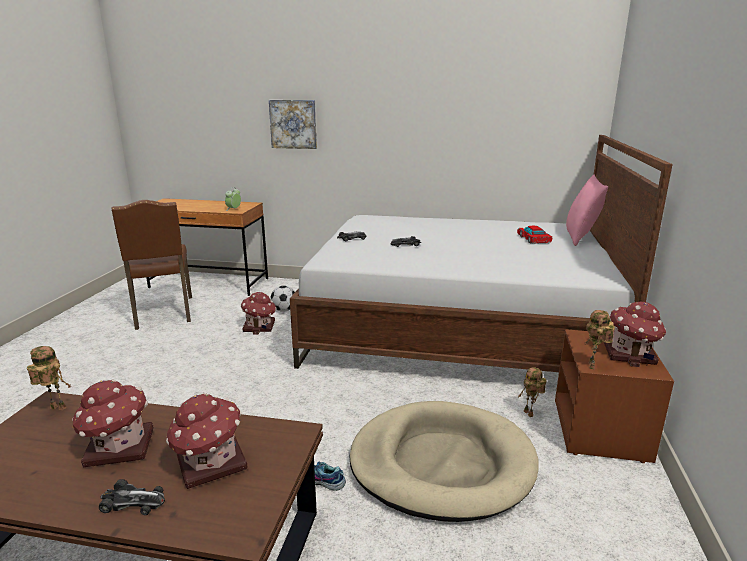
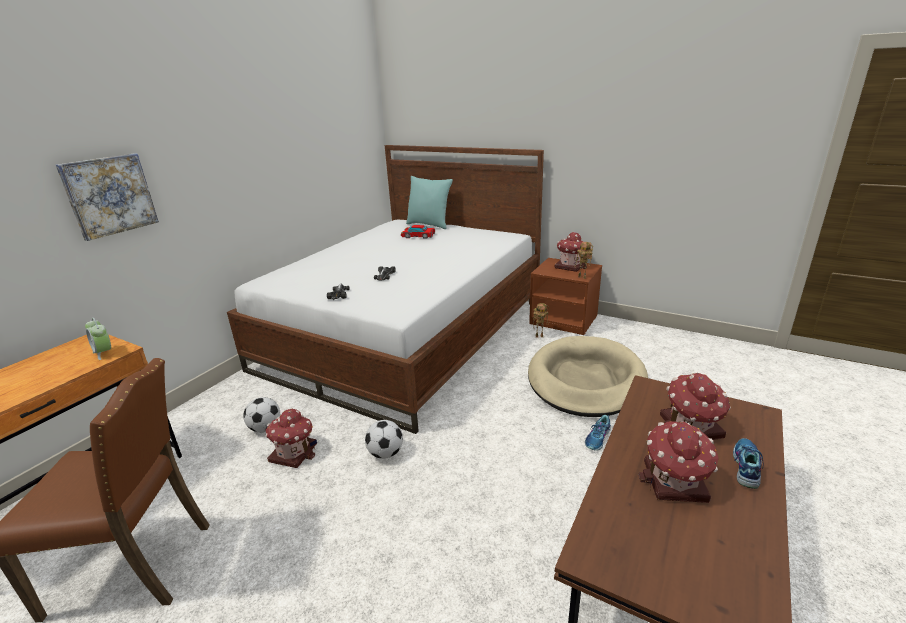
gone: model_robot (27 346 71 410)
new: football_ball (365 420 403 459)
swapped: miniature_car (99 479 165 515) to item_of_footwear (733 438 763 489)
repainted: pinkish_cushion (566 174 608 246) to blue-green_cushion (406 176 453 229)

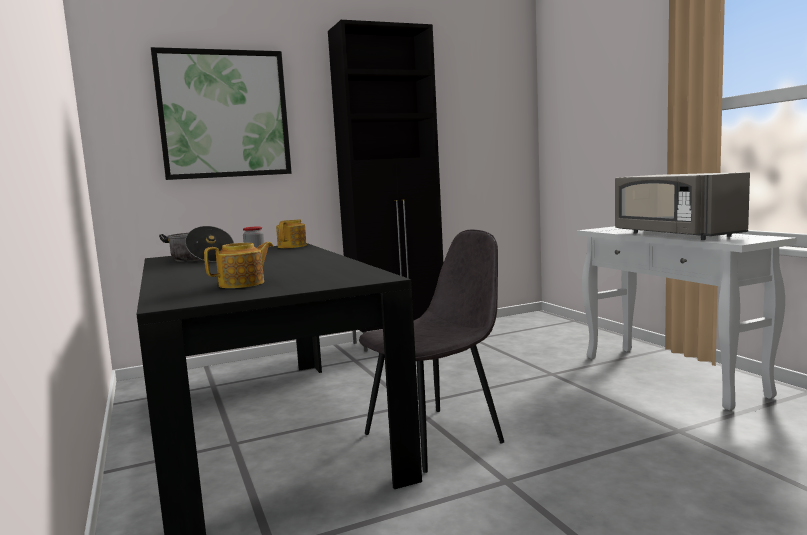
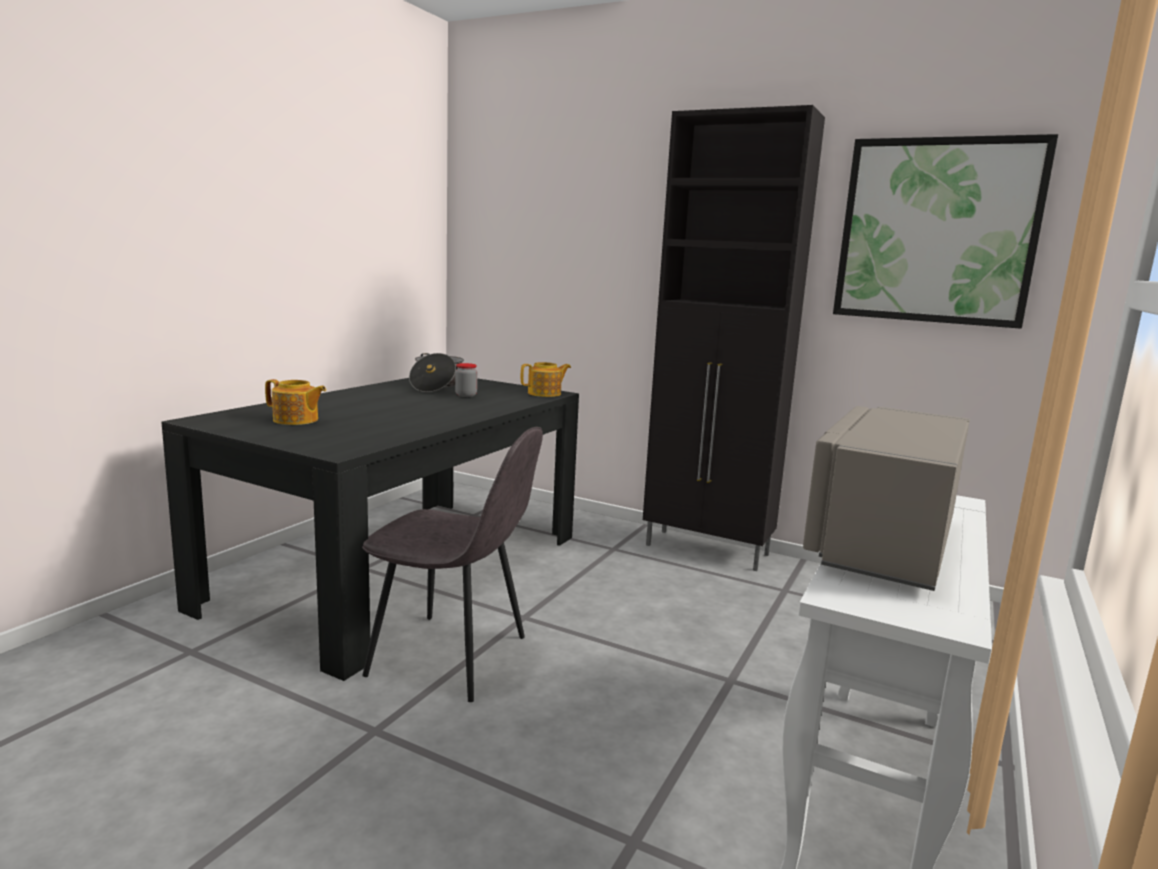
shifted: picture (151 47 292 180) to (833 134 1058 329)

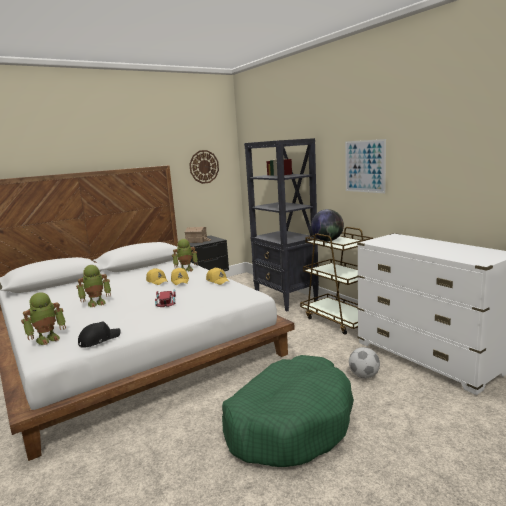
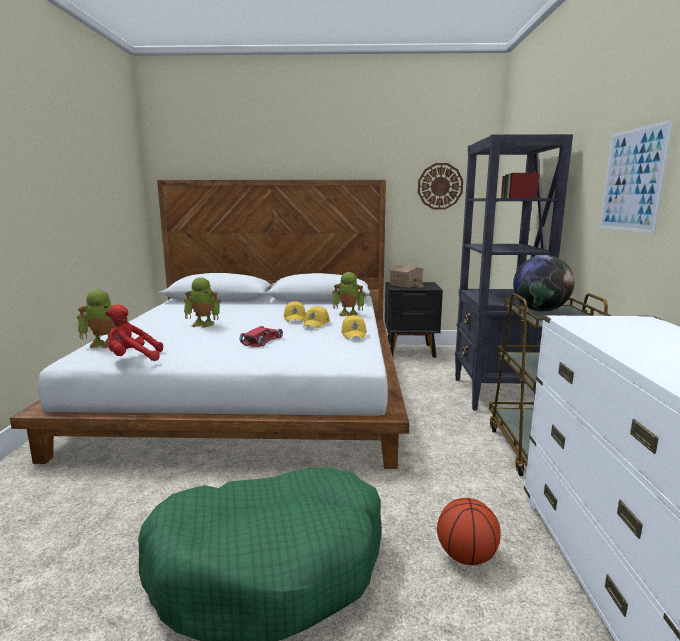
swapped: black-coloured_baseball_cap (78 322 121 348) to red_plush_toy (105 304 163 361); football_ball (349 347 380 378) to ball_for_basketball (437 498 501 565)

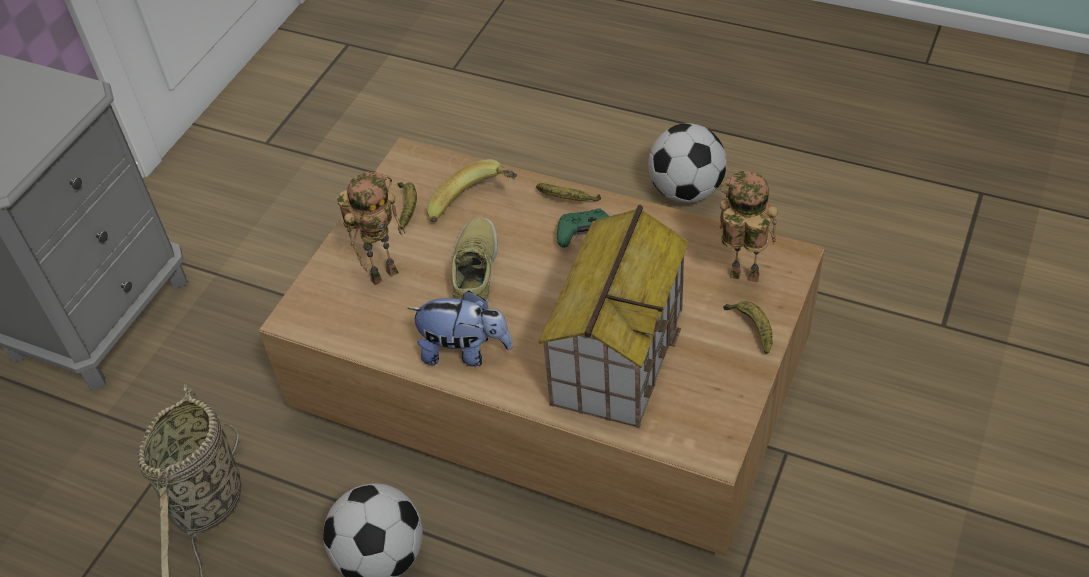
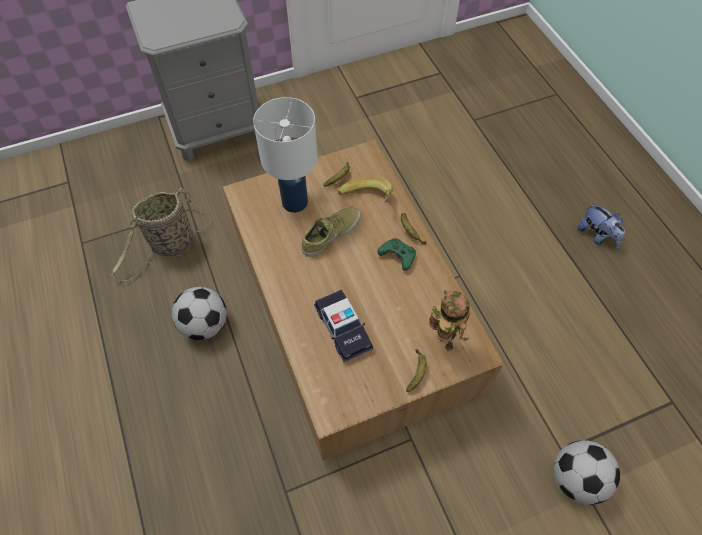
shifted: plush_toy (407 291 513 367) to (577 203 625 248); football_ball (648 123 727 203) to (554 440 620 505)
swapped: model_robot (337 171 406 285) to white_tabletop_lamp (253 97 318 213); miniature_house (539 205 689 428) to miniature_car (314 290 373 362)

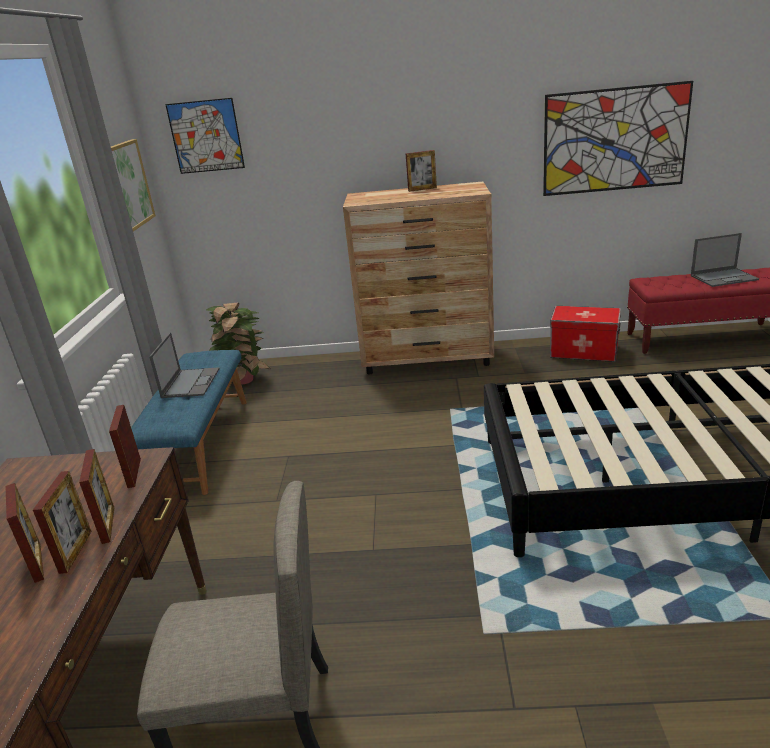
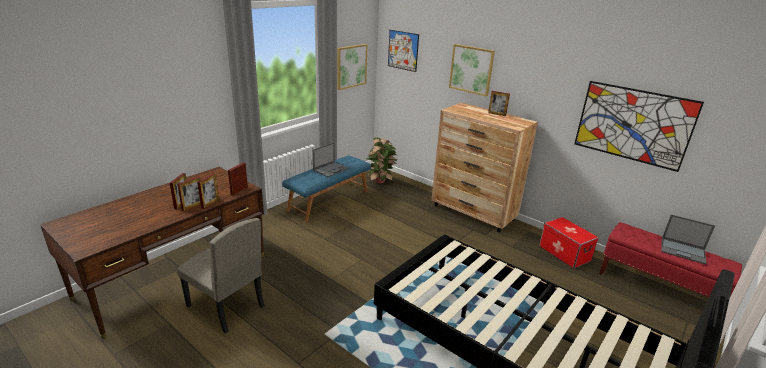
new: picture (449 44 495 96)

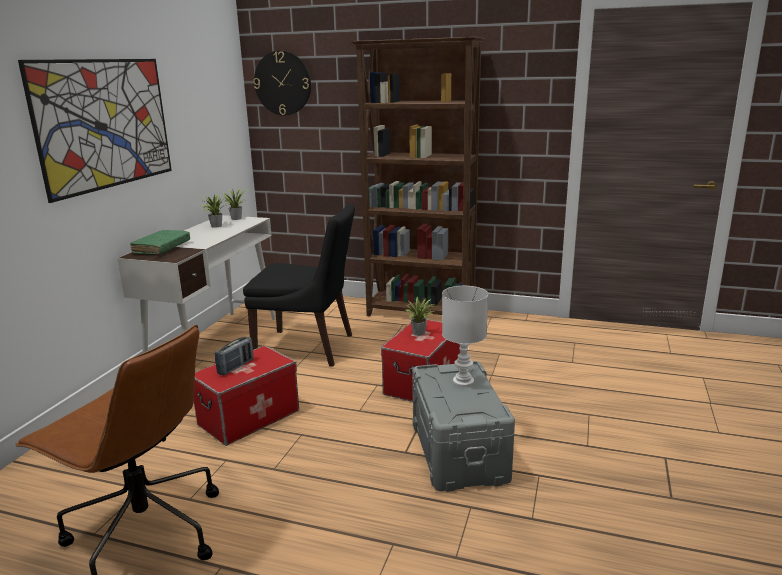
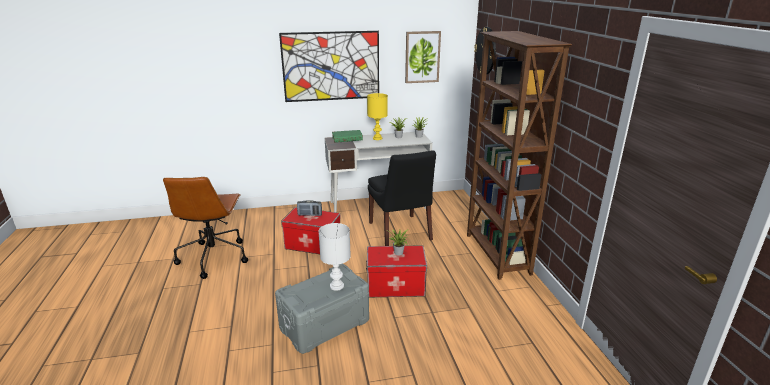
new: yellow_tabletop_lamp (367 93 388 140); picture (405 31 441 83)

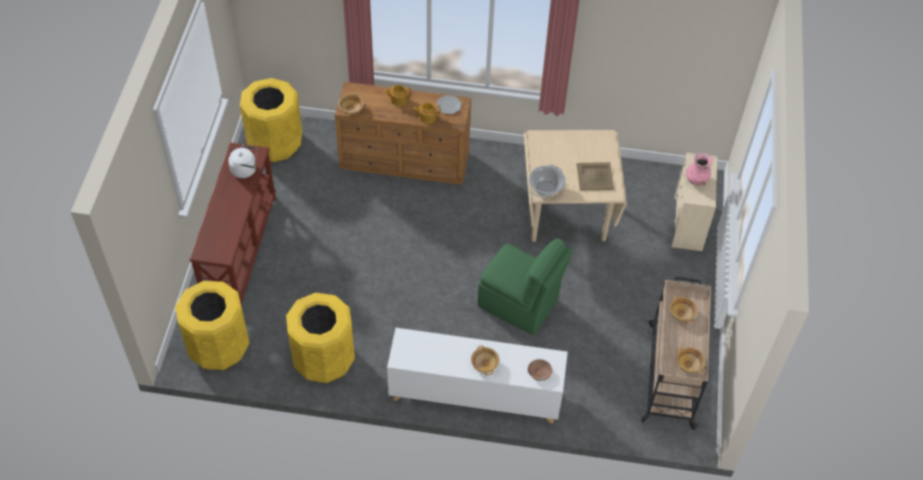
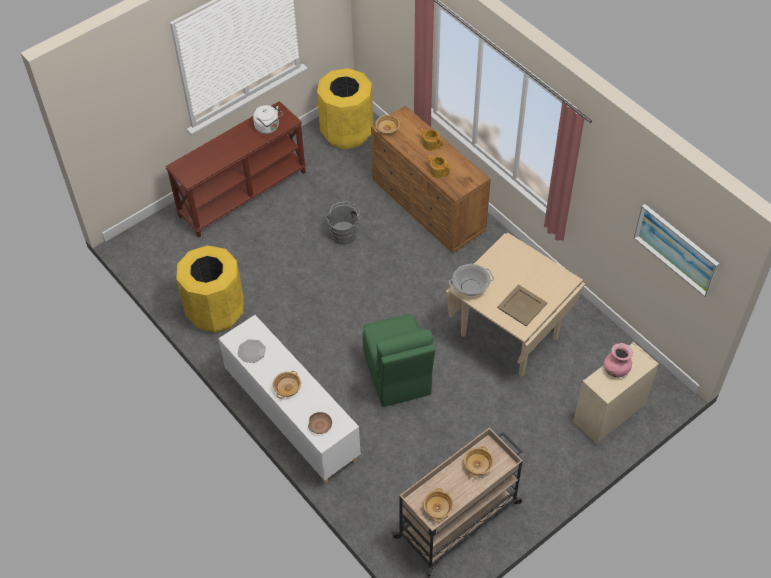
gone: yellow_trash_can (175 281 250 370)
new: grey_pail (326 202 361 245); picture (634 204 719 297)
shifted: flat_dish (437 95 462 114) to (237 339 266 363)

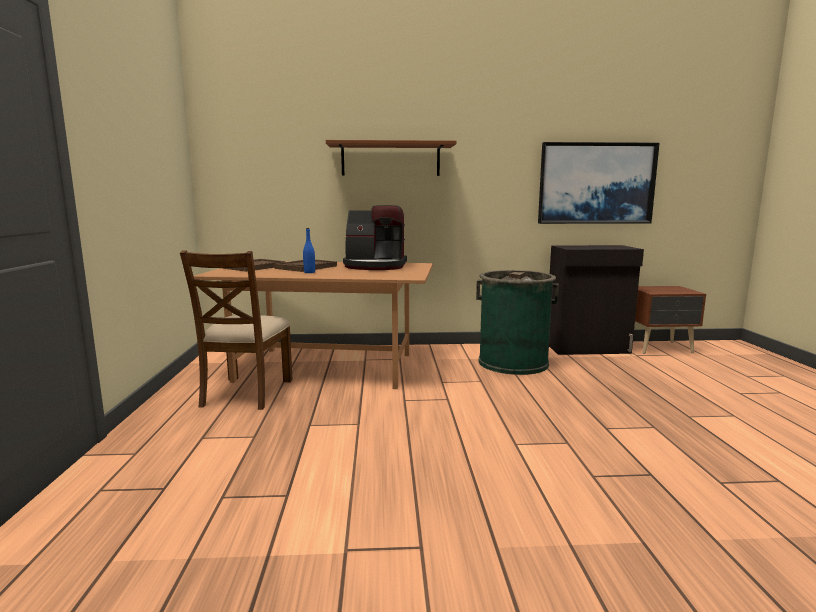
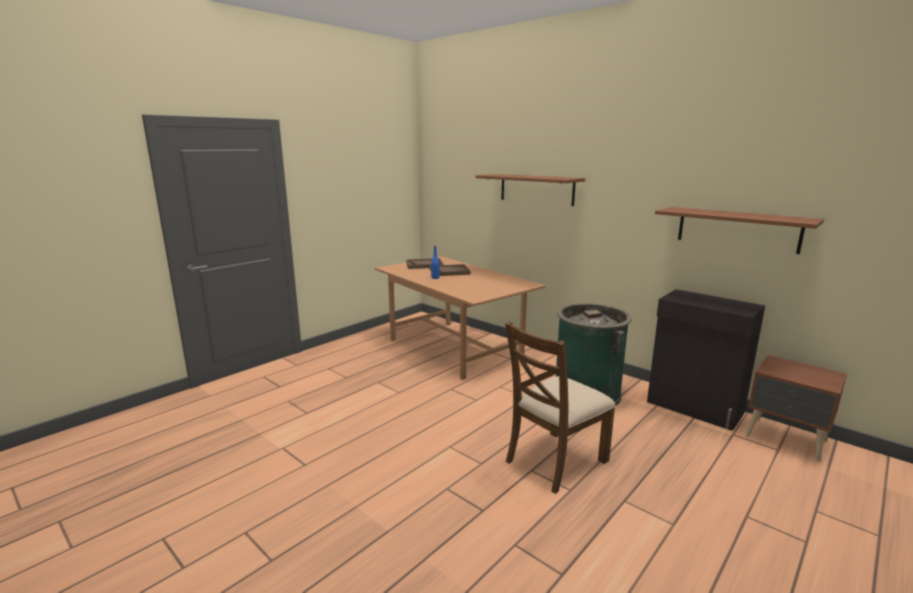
gone: coffee_brewer (343 205 407 270)
shifted: brown-coloured_chair (180 250 293 410) to (505 321 615 494)
swapped: picture (538 142 659 224) to brown-coloured_wall_shelf (655 207 824 254)

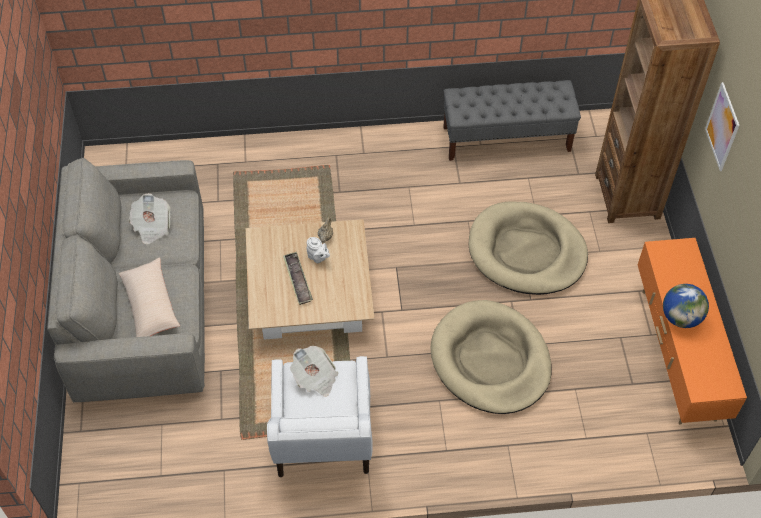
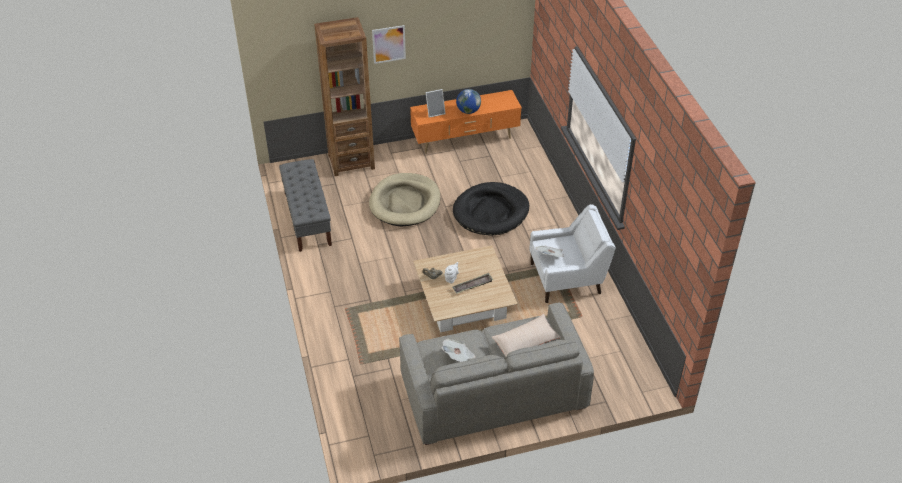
new: picture_frame (425 89 446 118)
repainted: beige-coloured_dog_cushion (431 300 551 414) to black-coloured_dog_cushion (453 182 529 236)

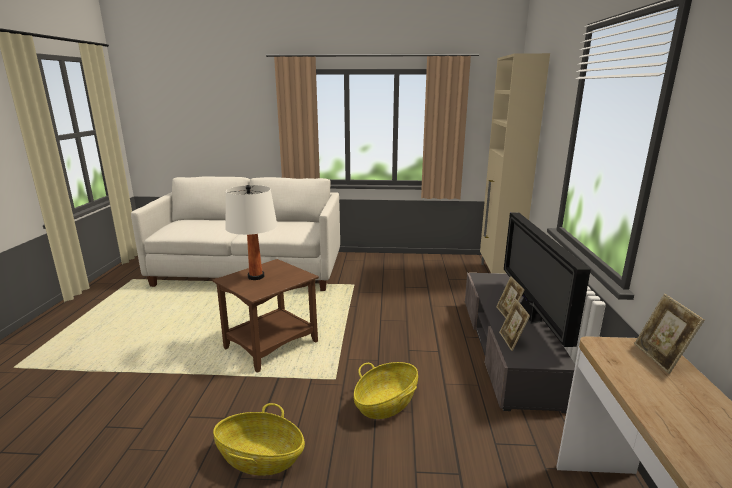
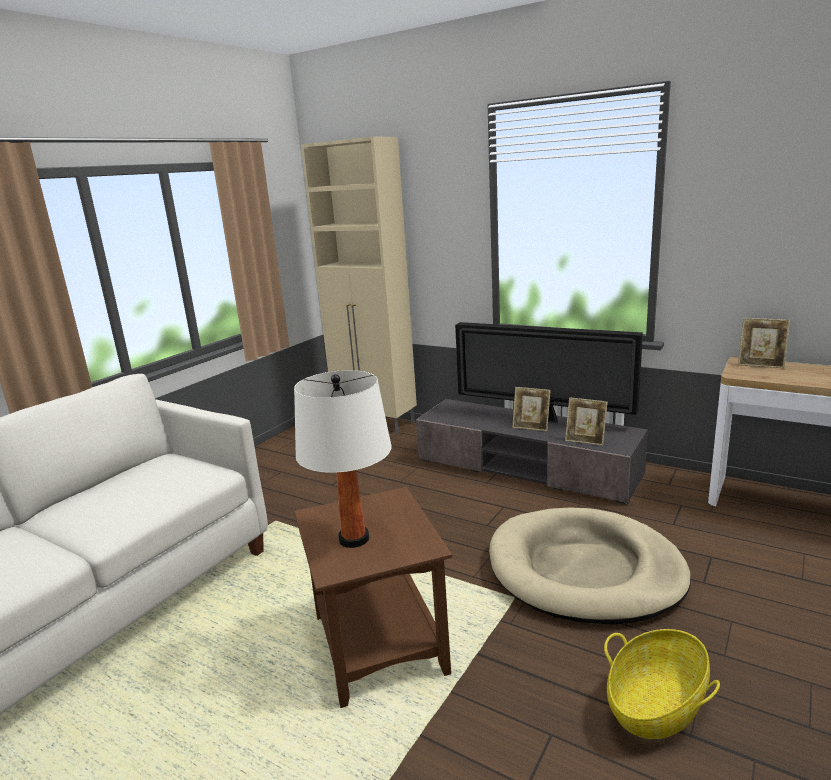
swapped: basket (354 362 418 419) to beige-coloured_dog_cushion (489 508 691 625)

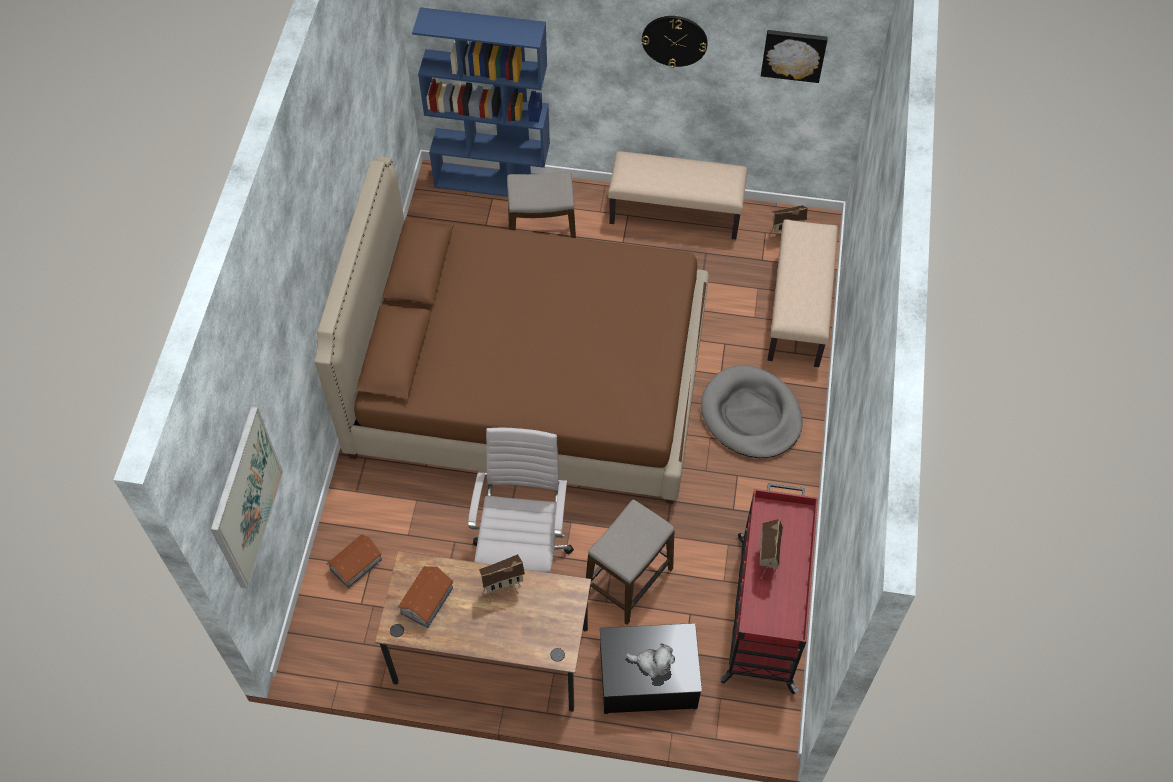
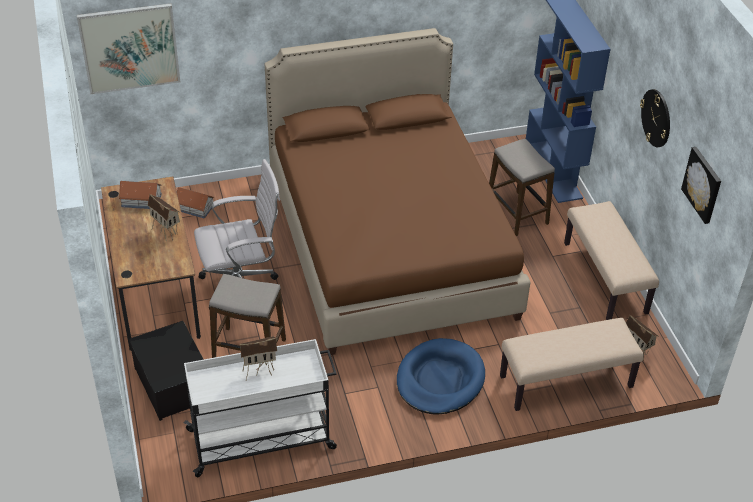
gone: plush_toy (626 643 675 678)
repainted: grey_dog_cushion (701 365 803 458) to blue-coloured_dog_cushion (397 338 485 415); red_cart (720 483 818 694) to white_cart (184 339 337 478)

